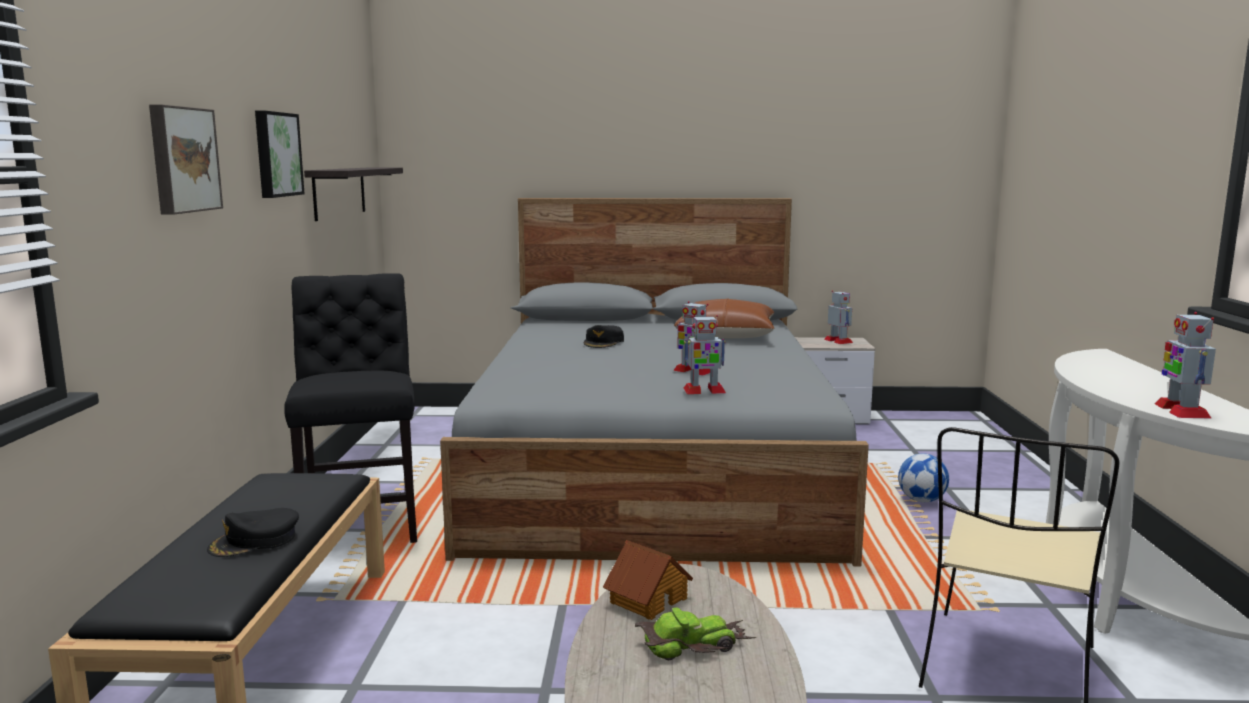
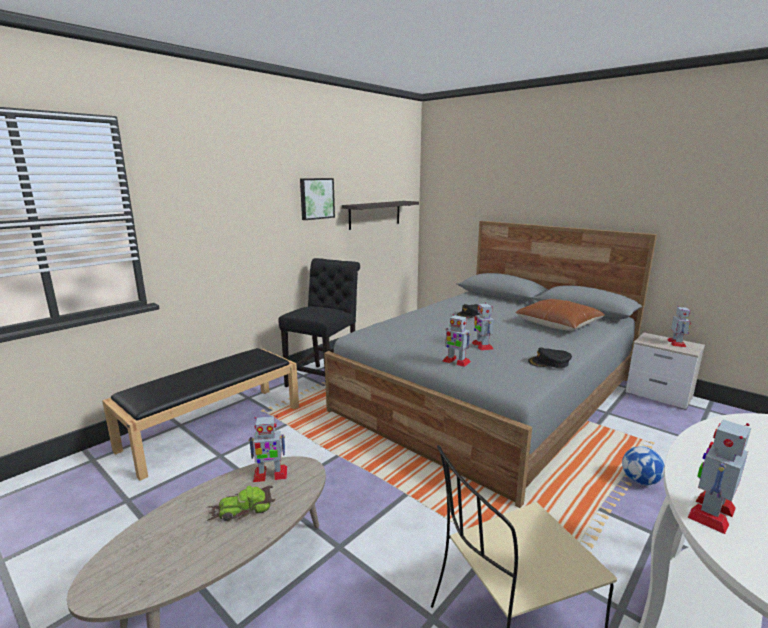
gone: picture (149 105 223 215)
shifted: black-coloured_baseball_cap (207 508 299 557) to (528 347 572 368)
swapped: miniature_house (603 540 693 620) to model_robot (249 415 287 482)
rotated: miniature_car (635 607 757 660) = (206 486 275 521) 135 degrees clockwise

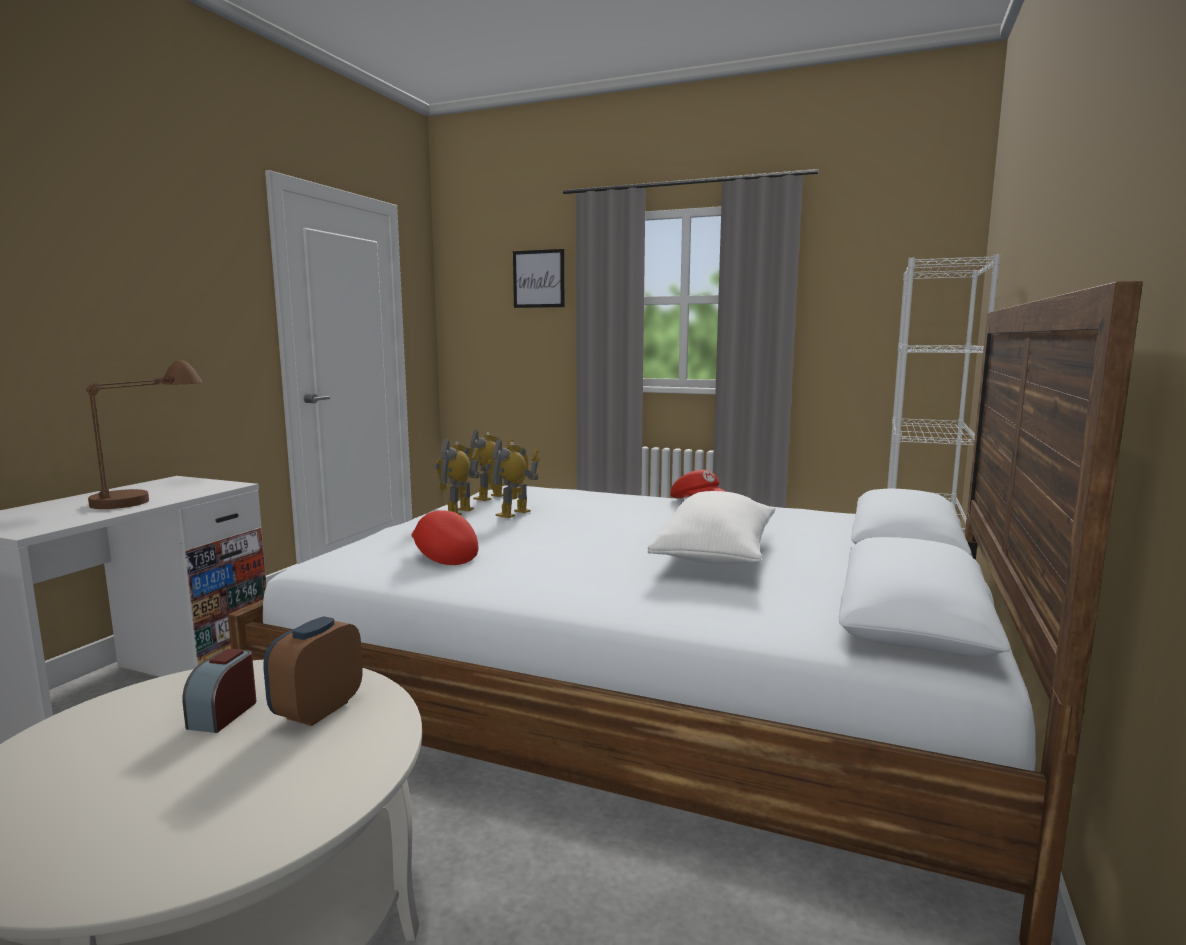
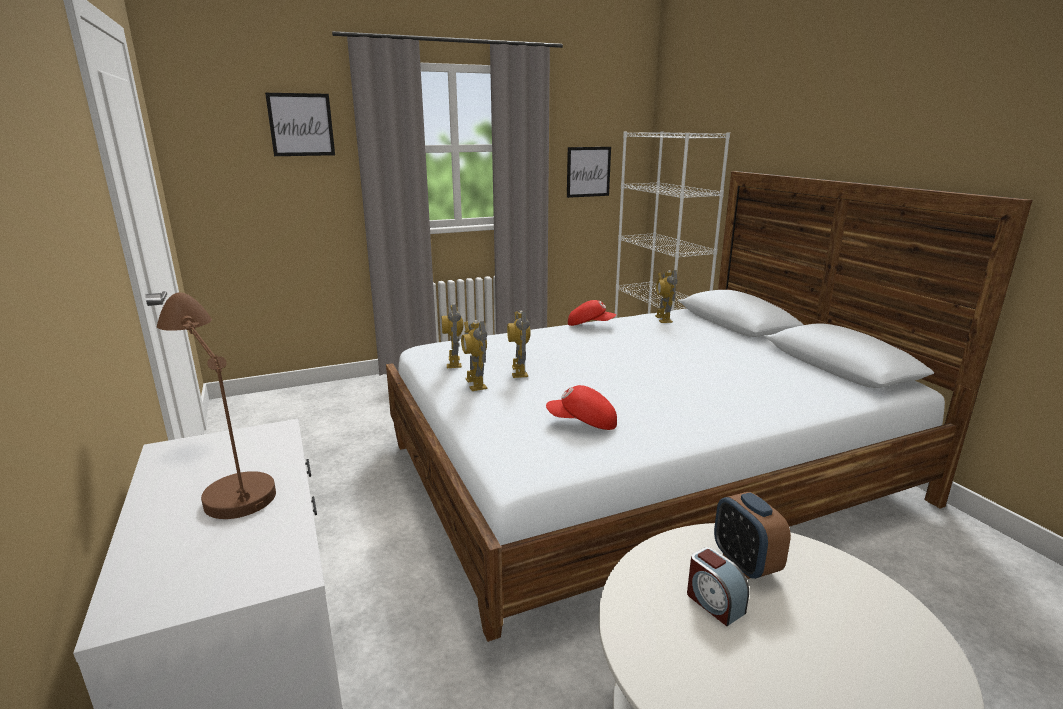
gone: white_cushion (648 491 775 564)
new: picture (567 147 611 198); model_robot (655 270 677 323)

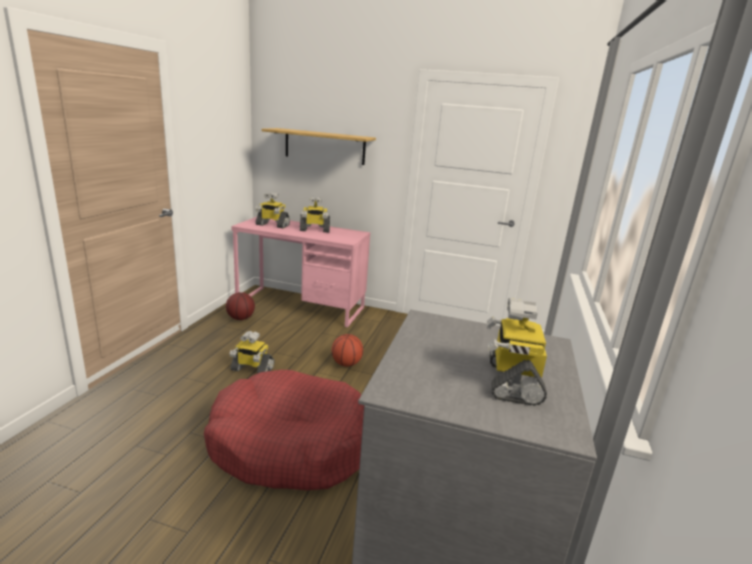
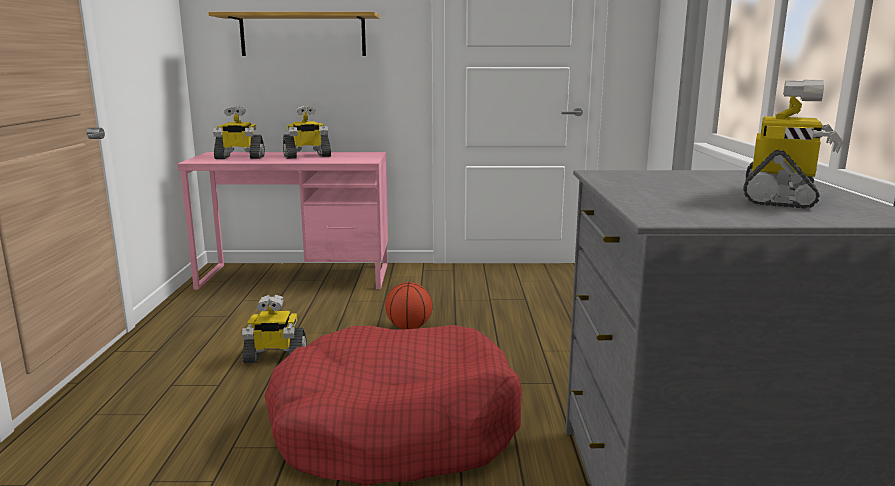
gone: ball_for_basketball (226 292 255 320)
rotated: model_robot (487 298 547 406) = (743 80 843 209) 150 degrees counterclockwise

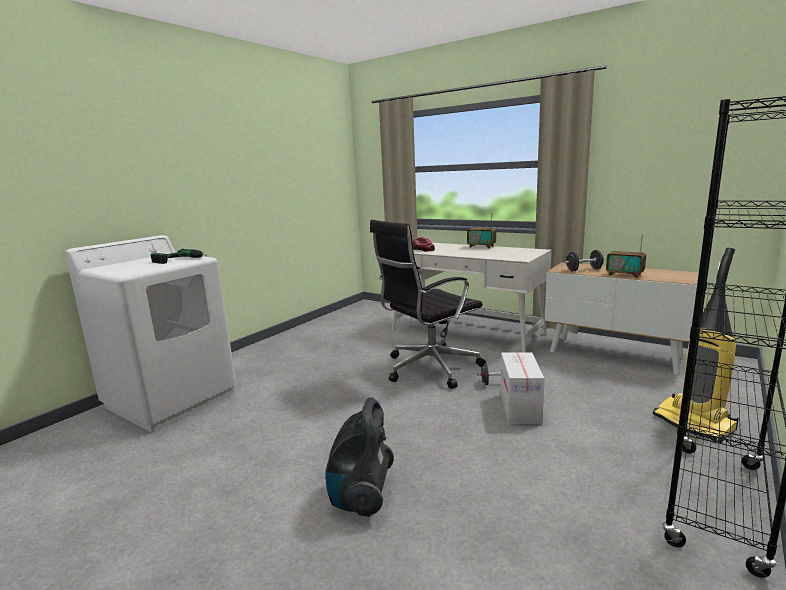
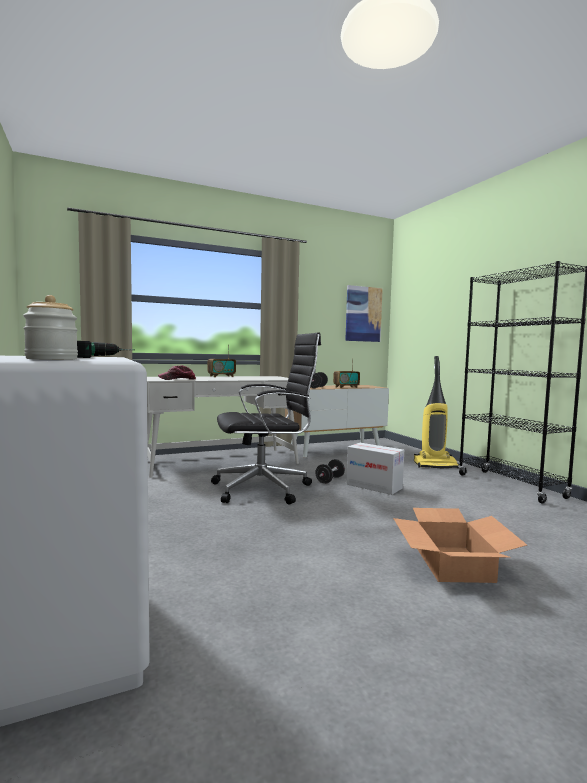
new: preserve_jar (23 295 78 360); picture (345 285 383 342)
swapped: vacuum (325 397 394 517) to carton (393 508 527 583)
rotated: black-coloured_desk_chair (370 220 486 389) = (211 332 321 505) 105 degrees counterclockwise

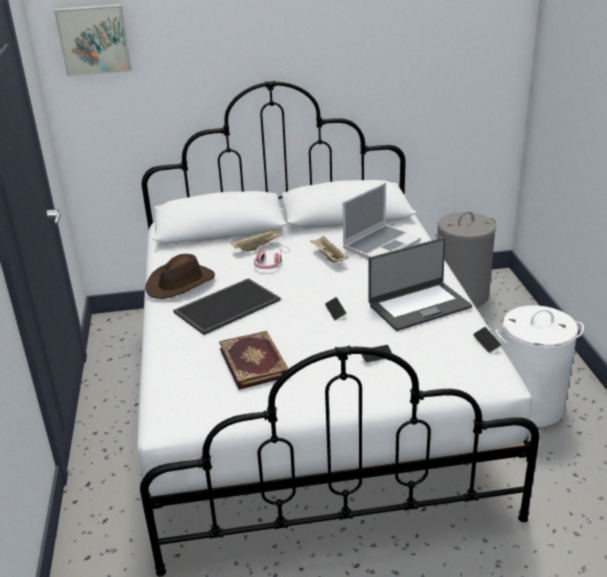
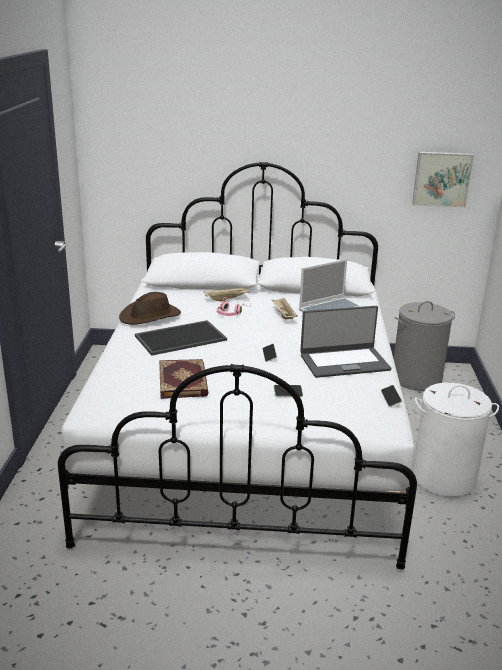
shifted: picture (54 4 132 76) to (412 152 474 208)

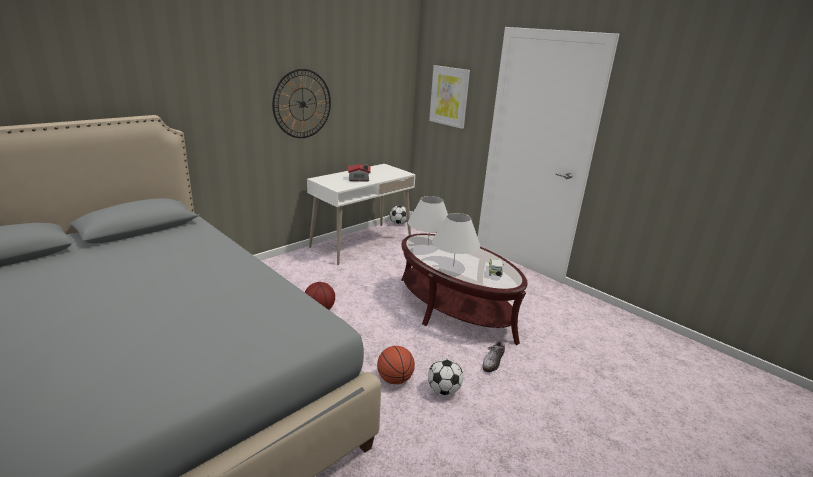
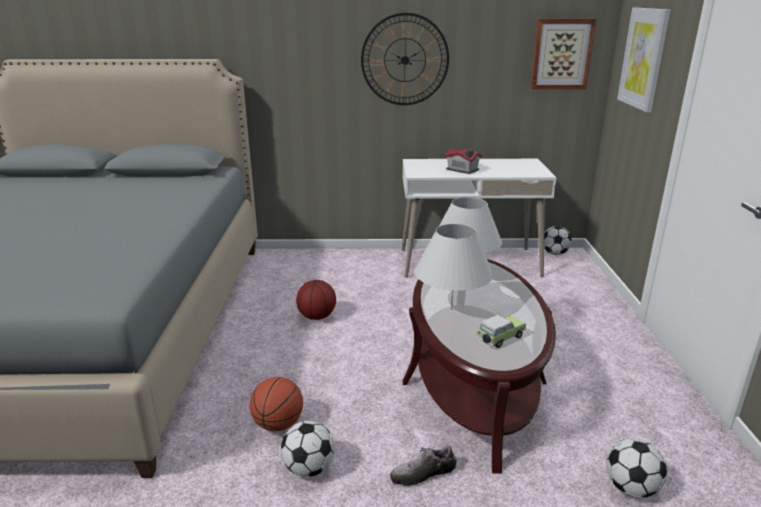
new: picture (531 19 596 89); football_ball (606 438 667 498)

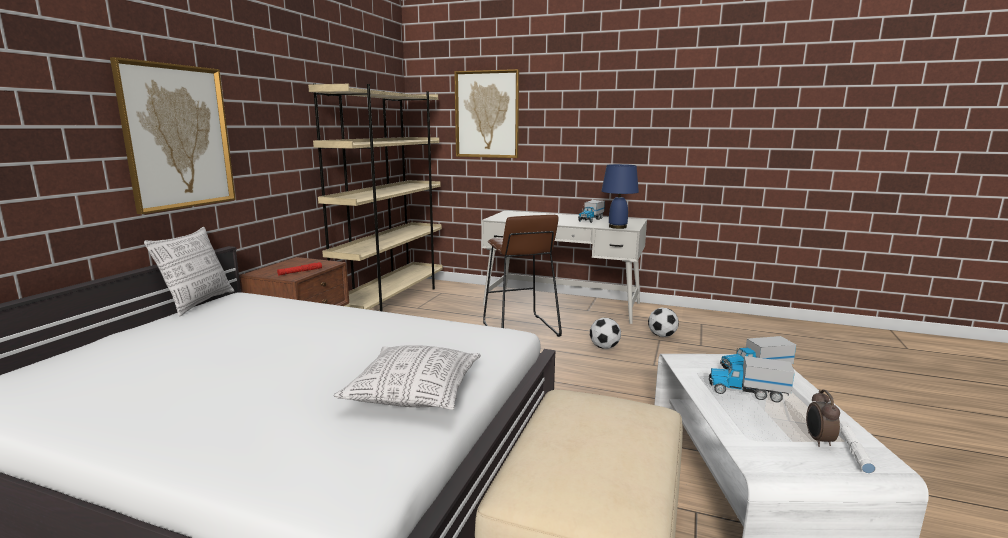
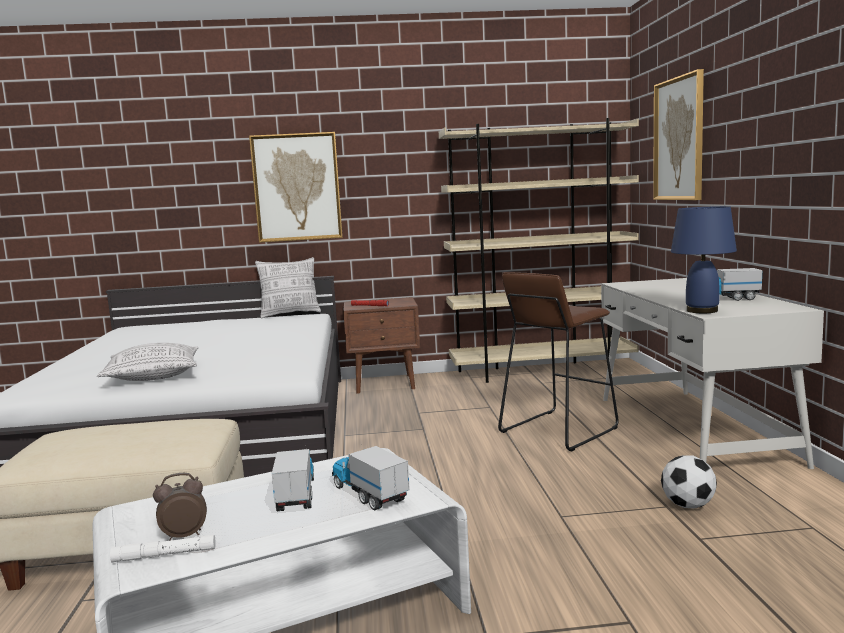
gone: football_ball (590 318 621 349)

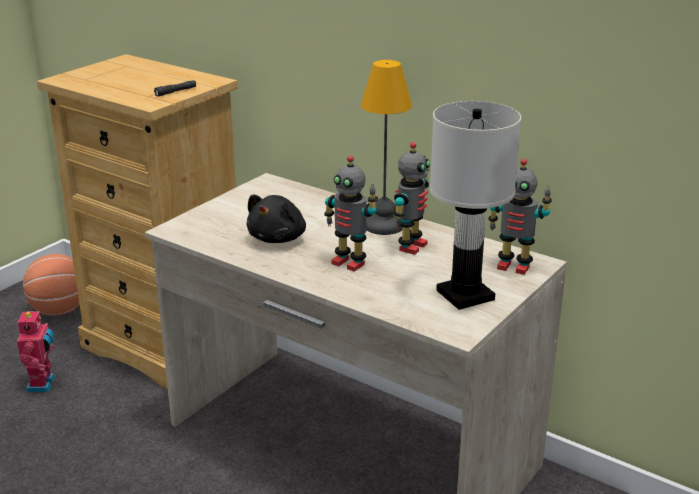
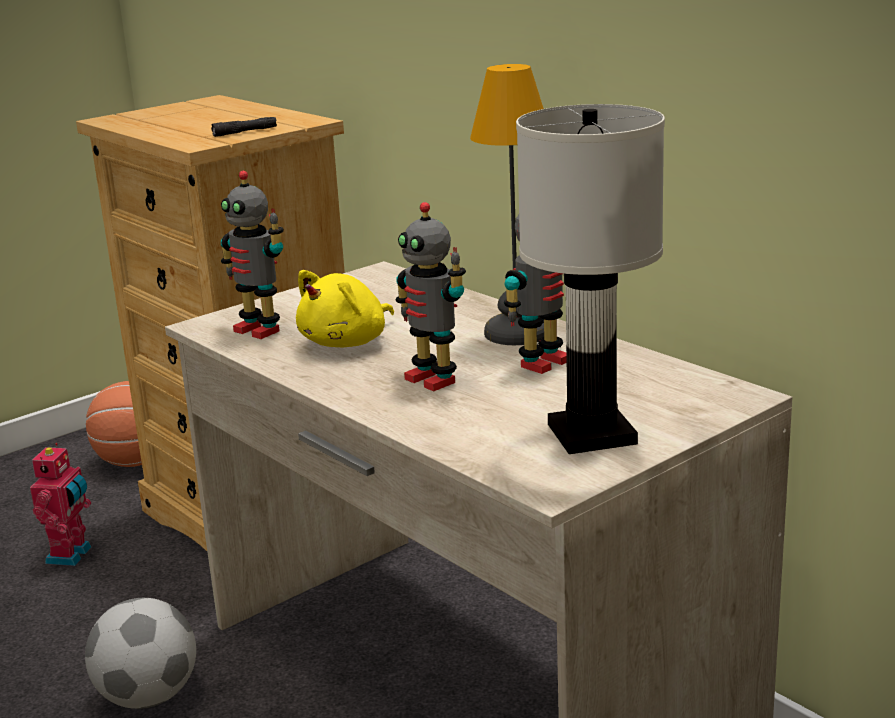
new: football_ball (85 598 196 709)
shifted: model_robot (488 159 552 275) to (221 171 284 339)
repainted: black-coloured_plush_toy (247 194 306 243) to yellow_plush_toy (296 270 394 347)

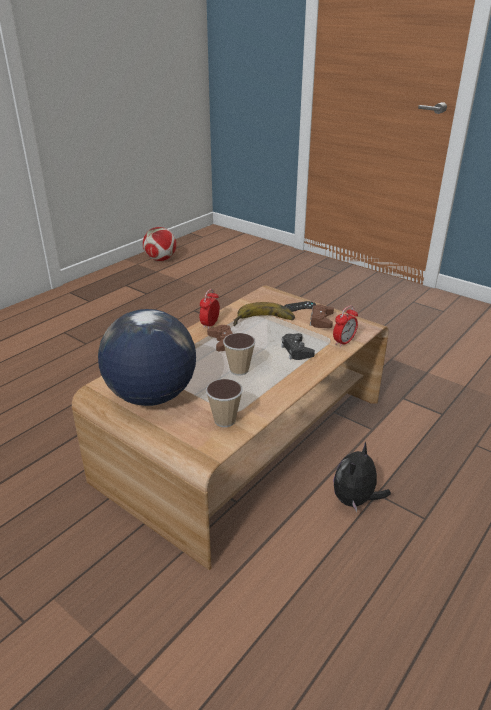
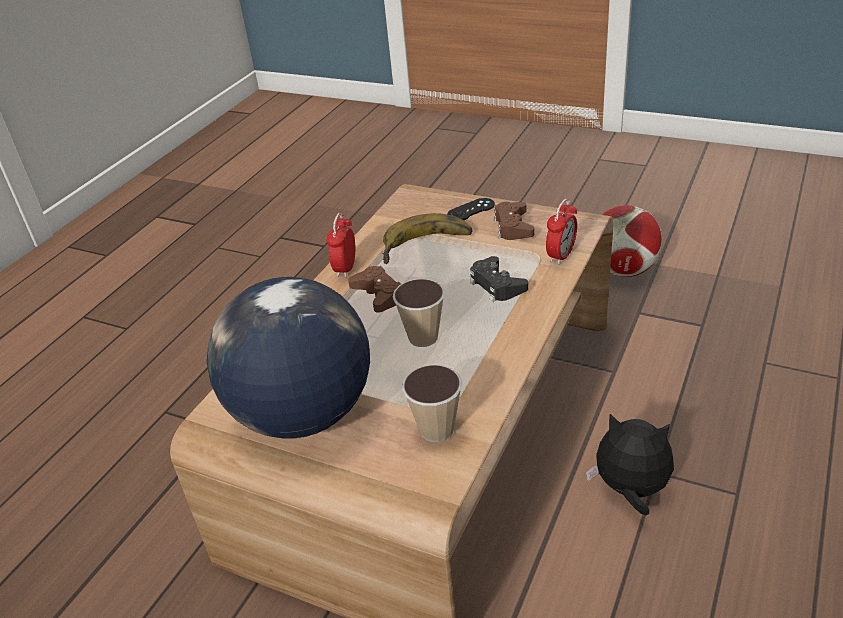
shifted: football_ball (143 227 176 261) to (602 205 663 277)
rotated: plush_toy (333 442 391 512) = (586 414 674 515) 90 degrees clockwise

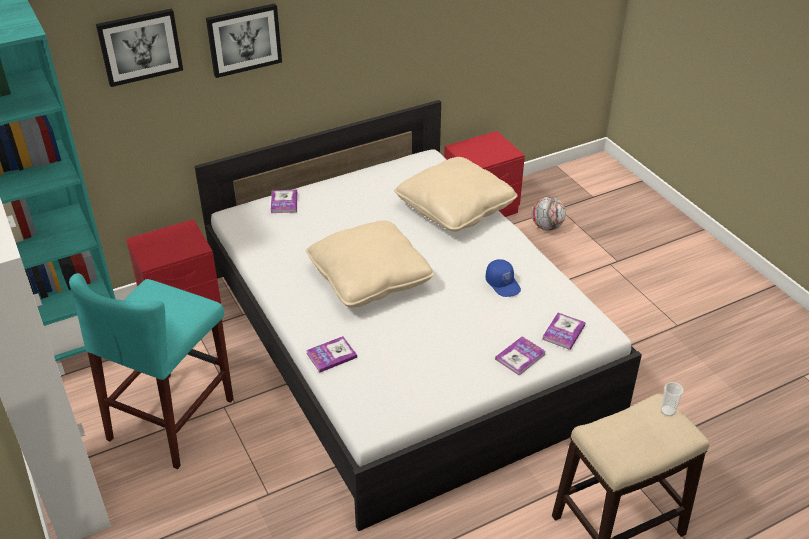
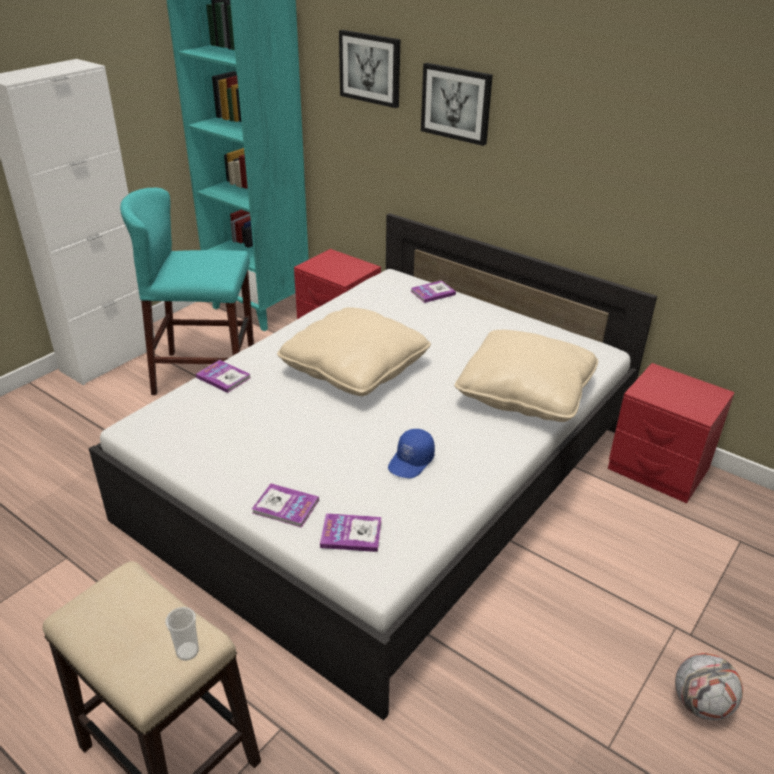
shifted: football_ball (532 197 566 231) to (675 653 743 720)

